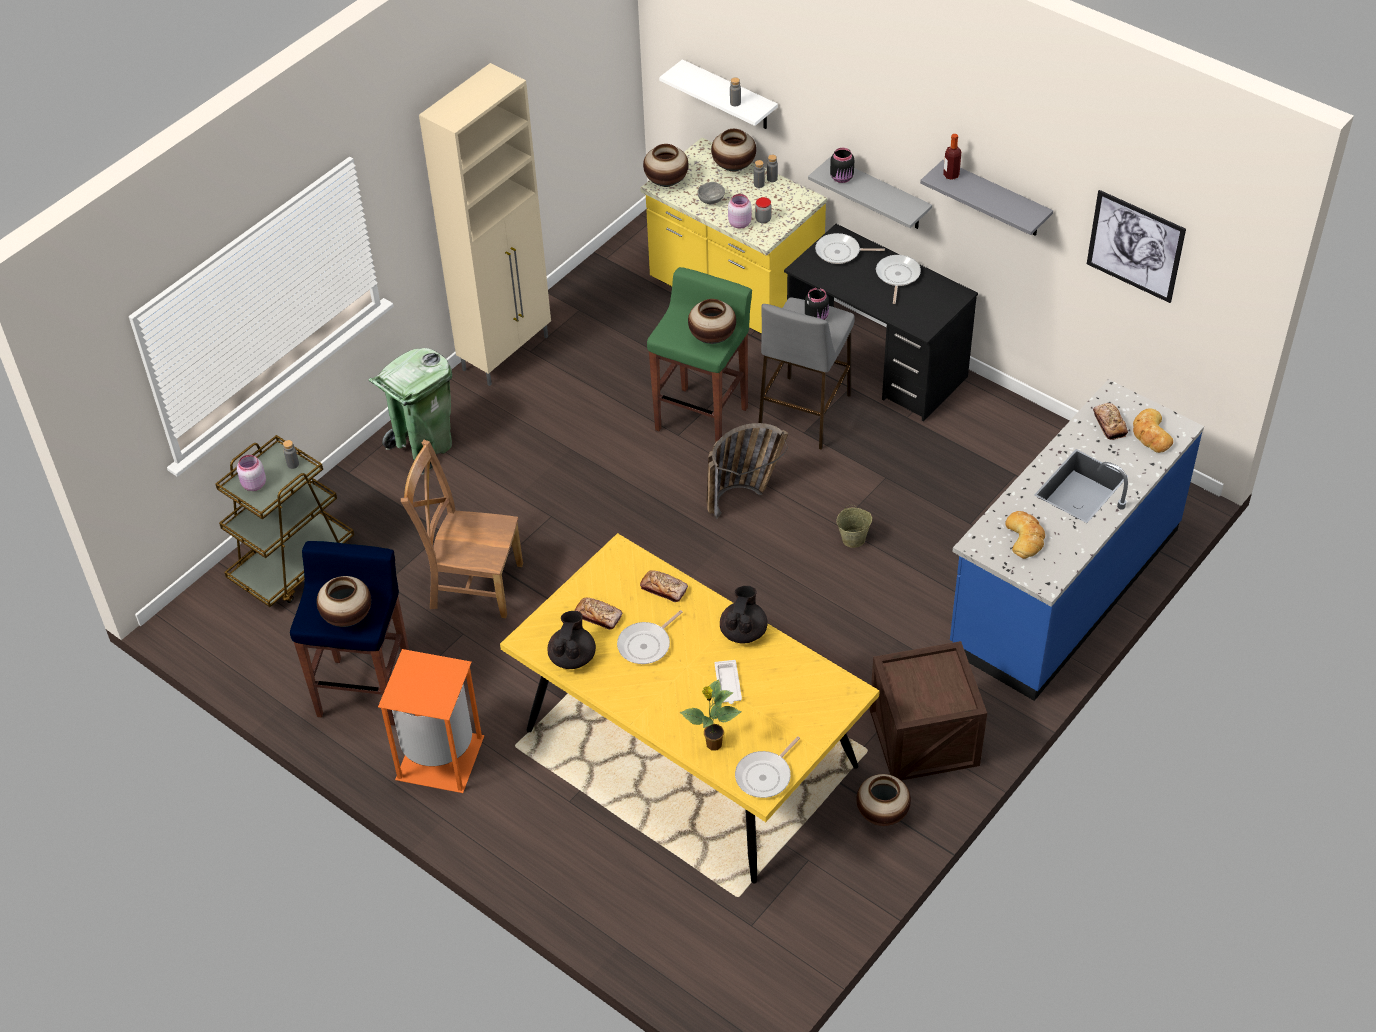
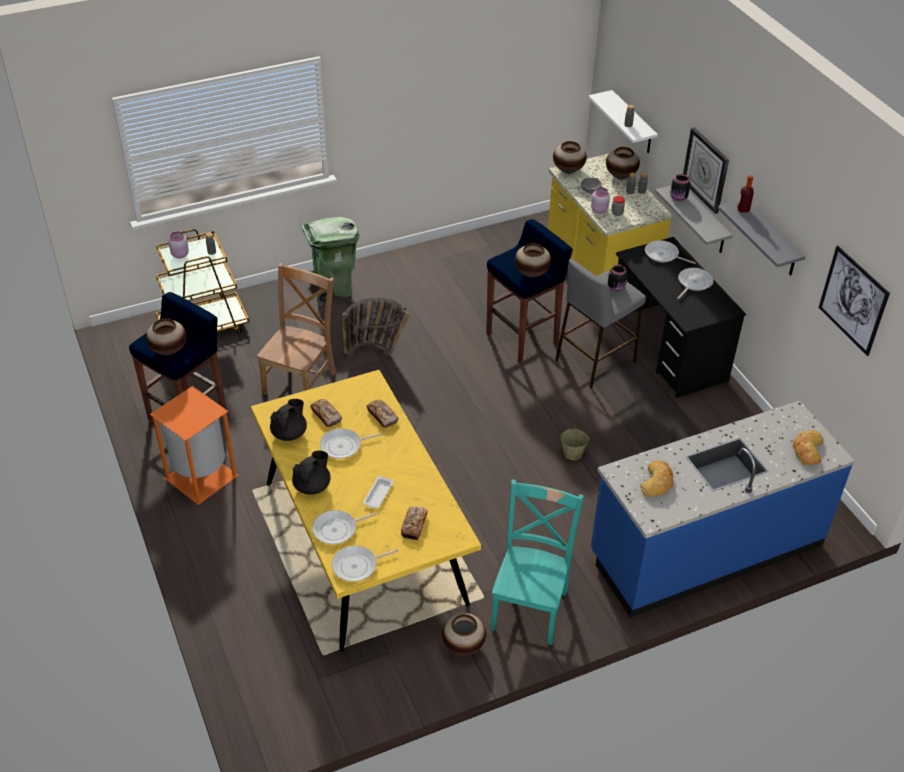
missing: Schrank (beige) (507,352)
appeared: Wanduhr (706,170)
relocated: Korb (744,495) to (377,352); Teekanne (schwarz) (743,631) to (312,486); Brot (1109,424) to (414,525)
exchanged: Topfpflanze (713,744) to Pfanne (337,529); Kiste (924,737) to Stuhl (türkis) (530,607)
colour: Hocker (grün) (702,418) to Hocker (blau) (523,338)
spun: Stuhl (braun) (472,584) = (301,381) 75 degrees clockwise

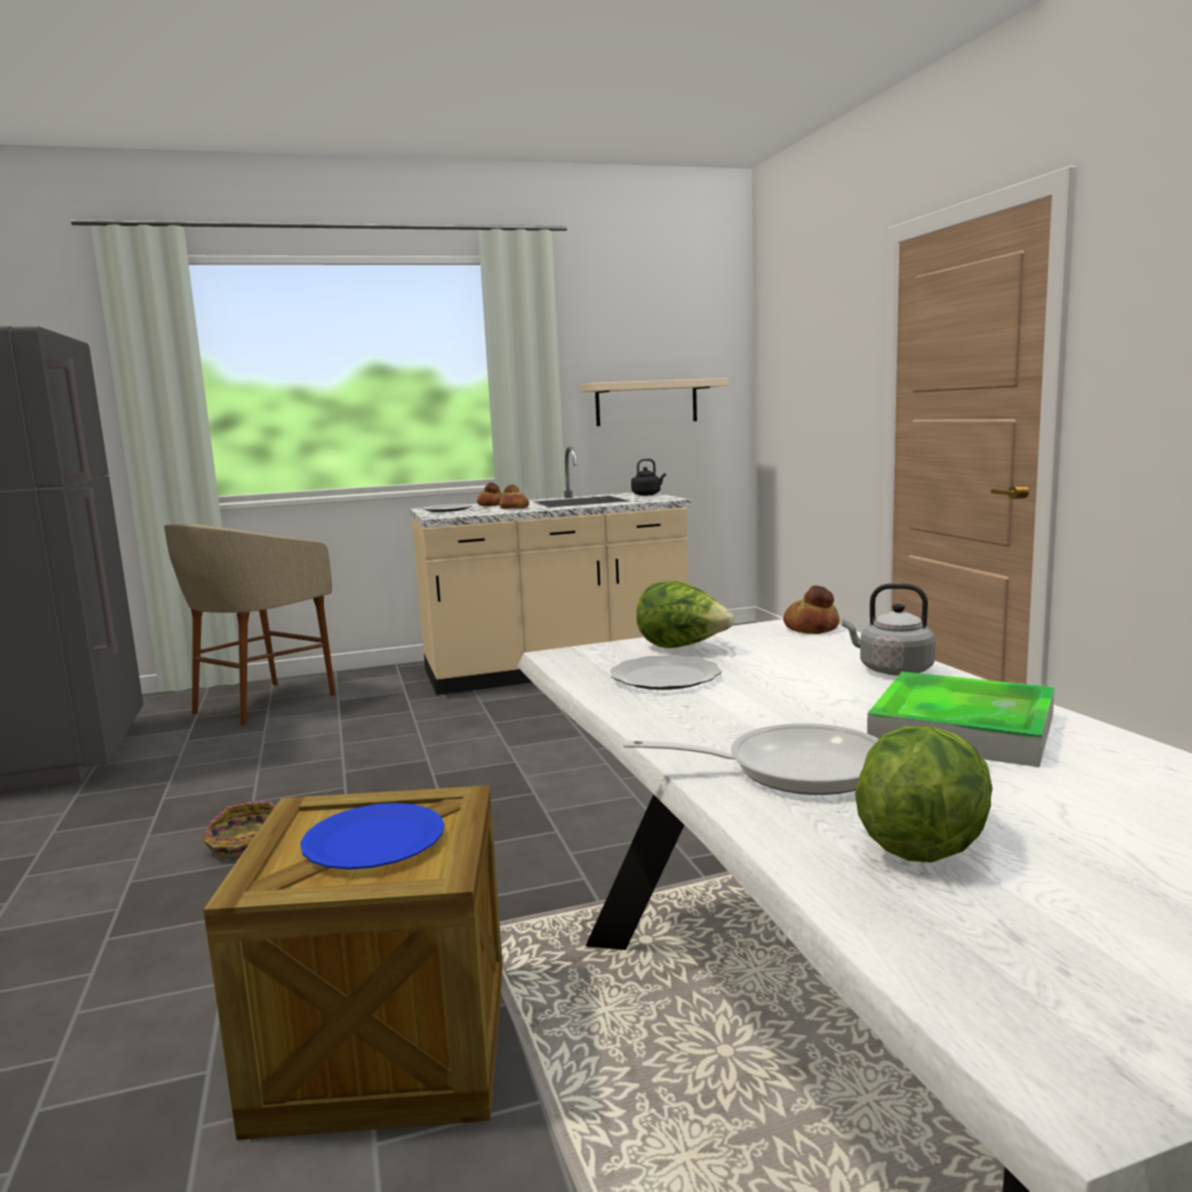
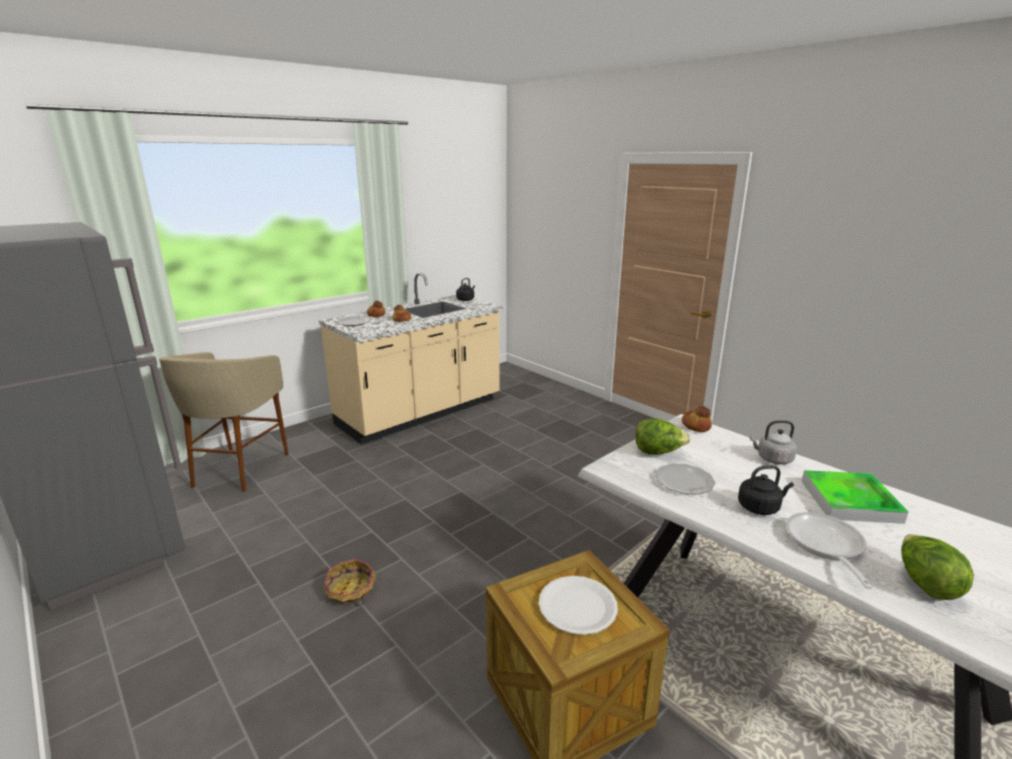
missing: Wandregal (beige) (646,403)
appeared: Wasserkessel (schwarz) (760,507)
colour: Teller (blau) (374,840) to Teller (weiß) (577,606)
spun: Pfanne (792,769) = (825,545) 60 degrees counterclockwise

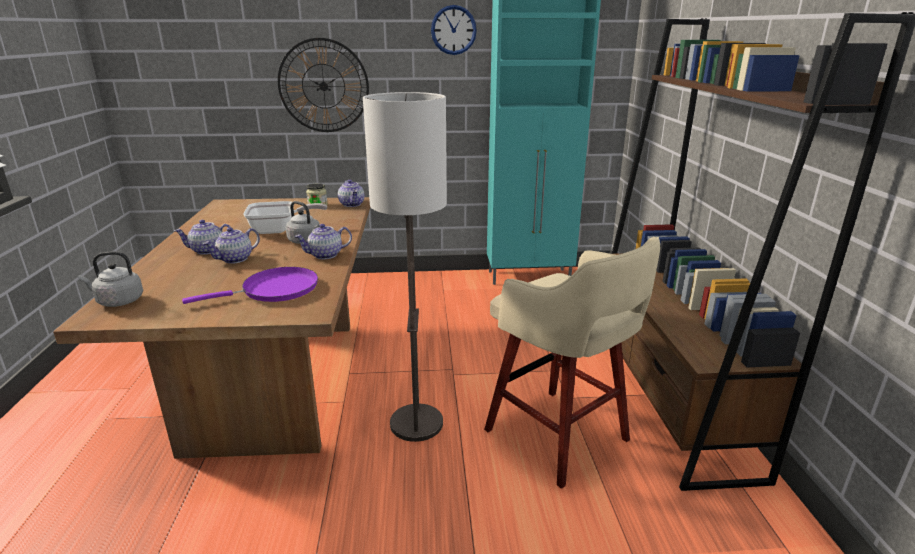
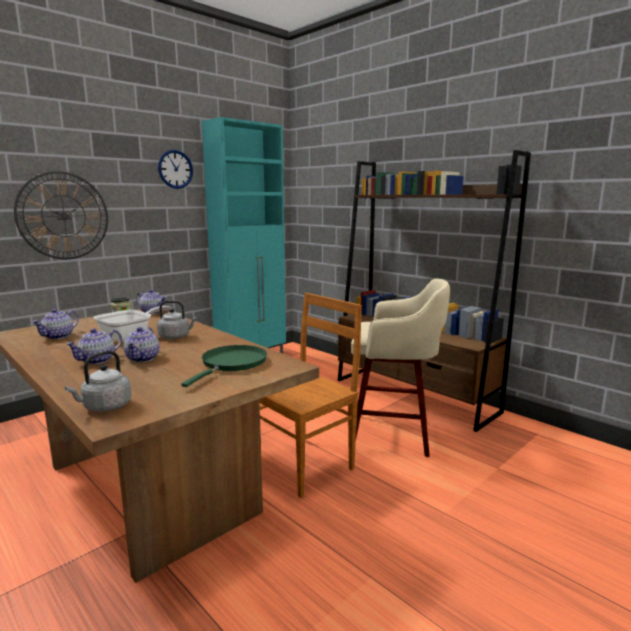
relocated: Teekanne (325,255) to (58,336)
exchanged: Stehlampe (417,424) to Stuhl (braun) (304,465)
colour: Pfanne (lila) (275,290) to Pfanne (grün) (232,364)

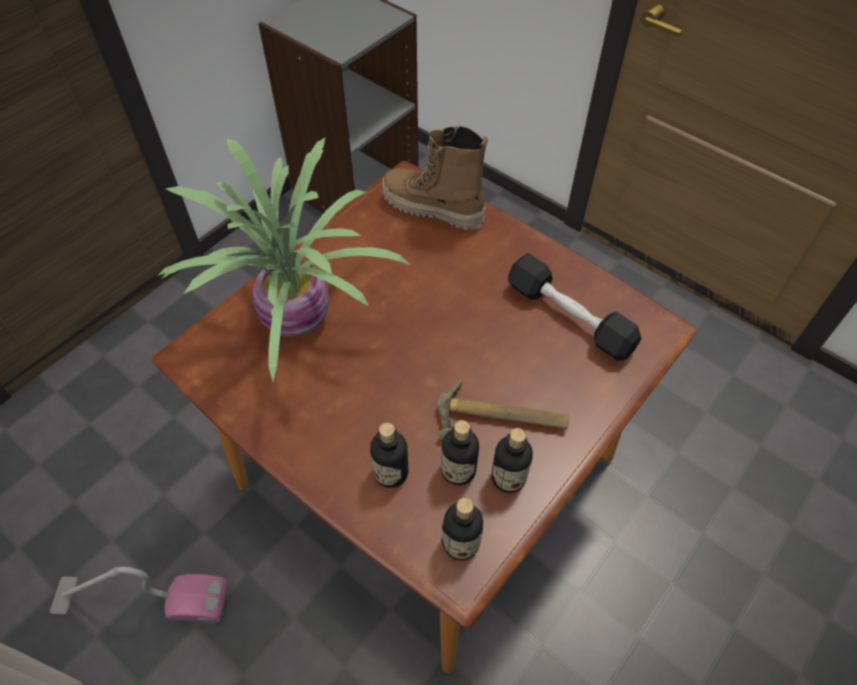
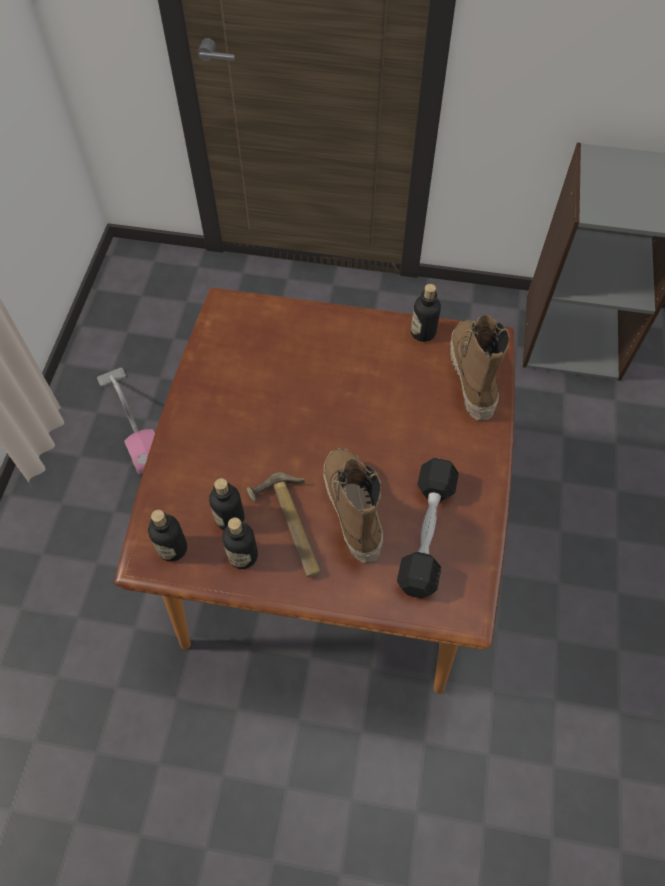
missing: Topfpflanze (294,320)
appeared: Stiefel (352,510)
relocated: Flasche (391,472) to (423,332)

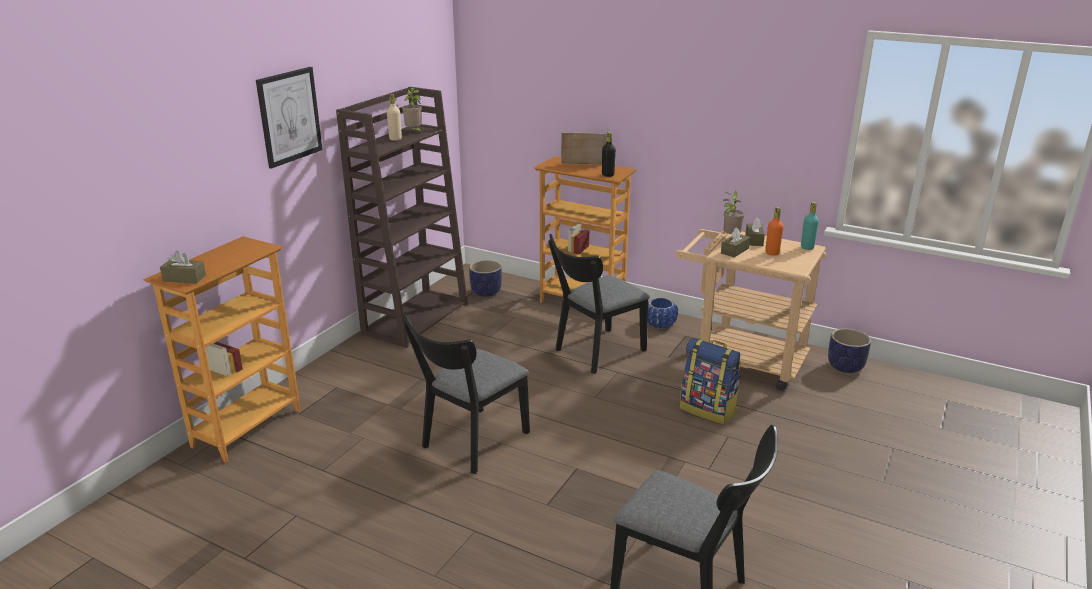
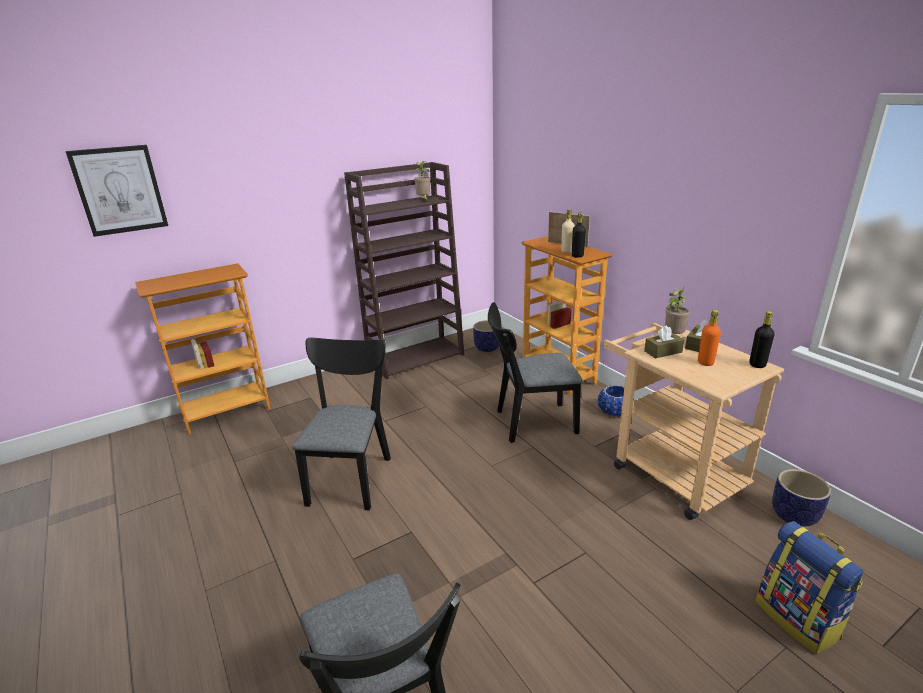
missing: Taschentuchbox (braun) (184,278)
relocated: Bild (289,116) to (119,190); Flasche (beige) (395,139) to (566,251); Rucksack (708,410) to (798,619)
colour: Flasche (türkis) (807,247) to Flasche (schwarz) (757,364)
spun: Stuhl (schwarz) (470,443) = (352,475) 120 degrees clockwise

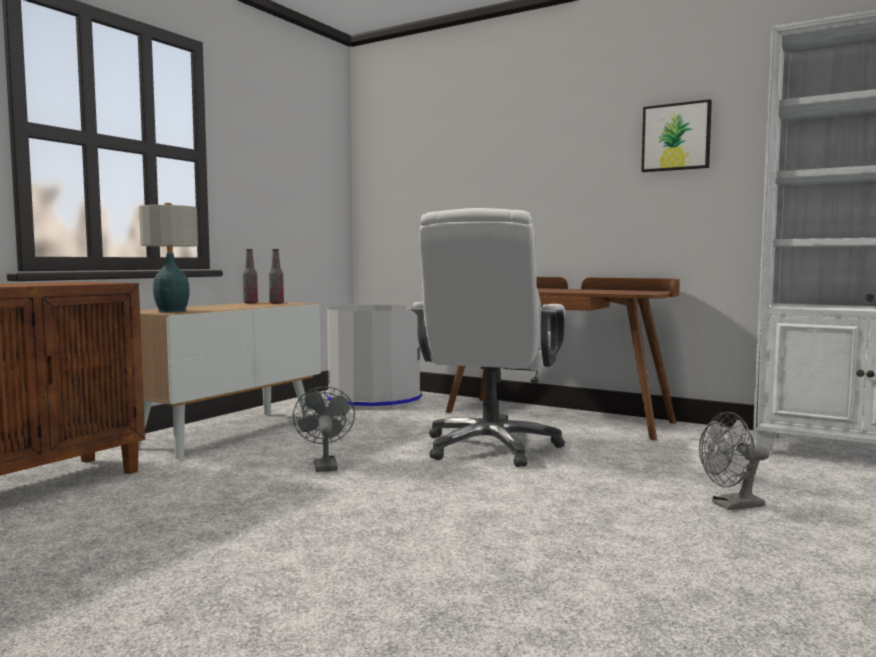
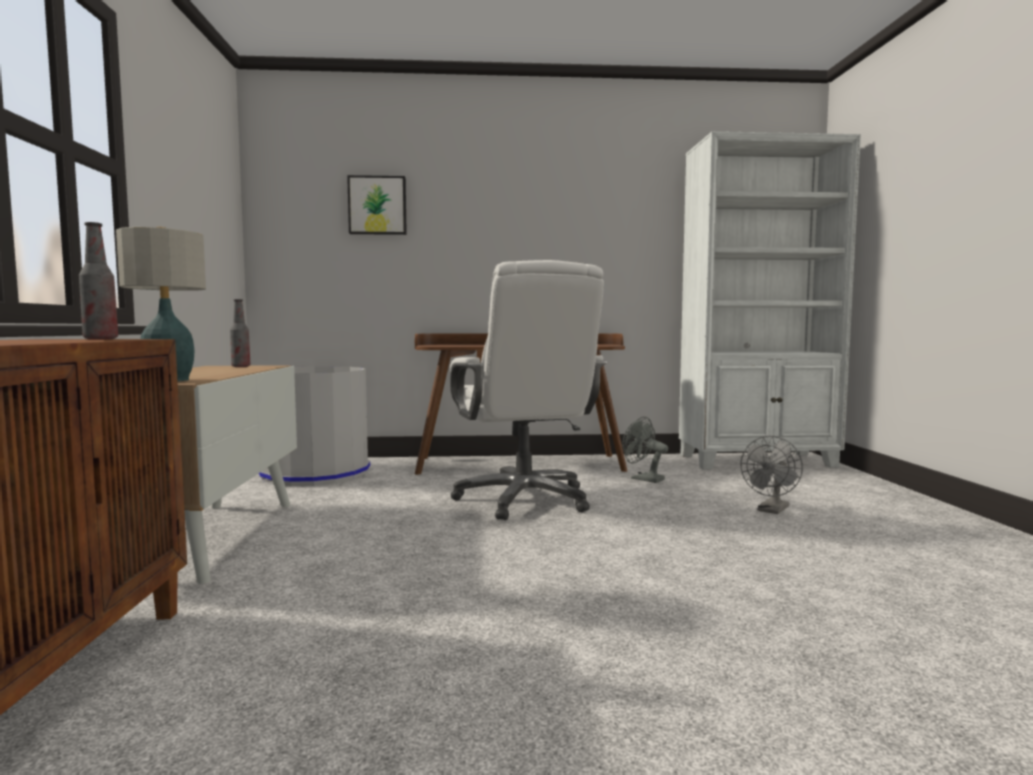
relocated: Flasche (250,303) to (100,339); Ventilator (grau) (324,465) to (643,479); Bild (676,137) to (377,205)

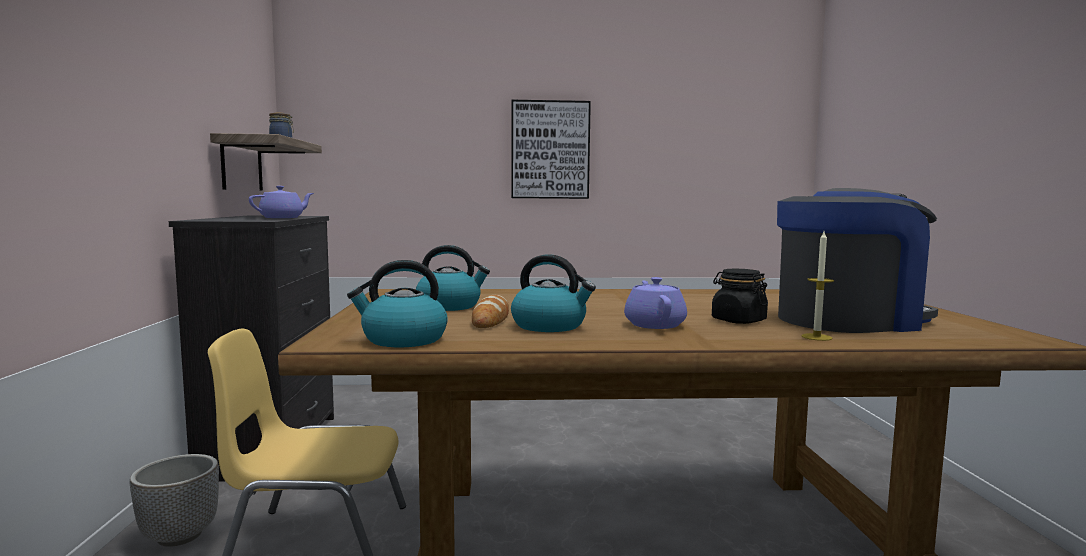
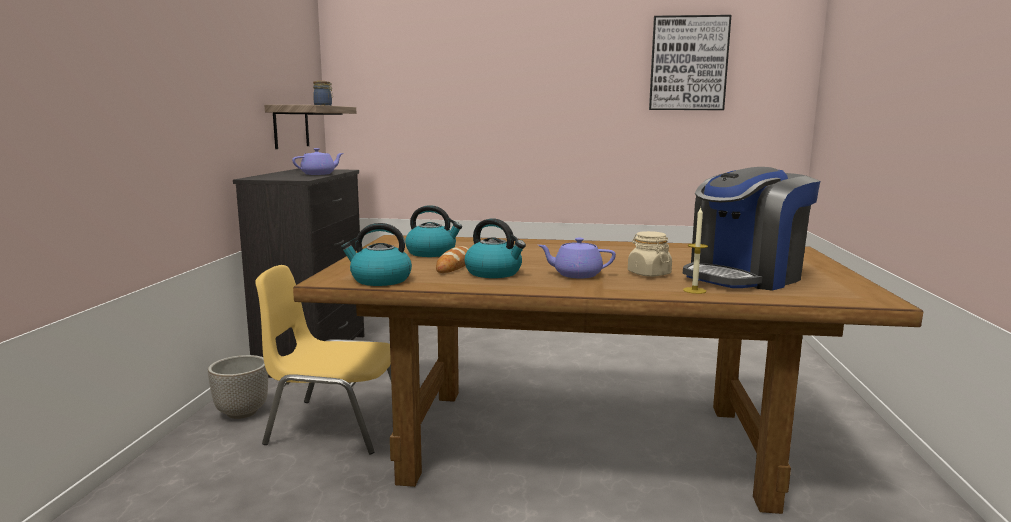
relocated: Bild (550,150) to (688,63)
colour: Vorratsglas (schwarz) (738,321) to Vorratsglas (beige) (648,274)
spun: Teekanne (lila) (654,325) = (576,275) 90 degrees counterclockwise; Kaffeemaschine (849,320) = (744,277) 150 degrees clockwise

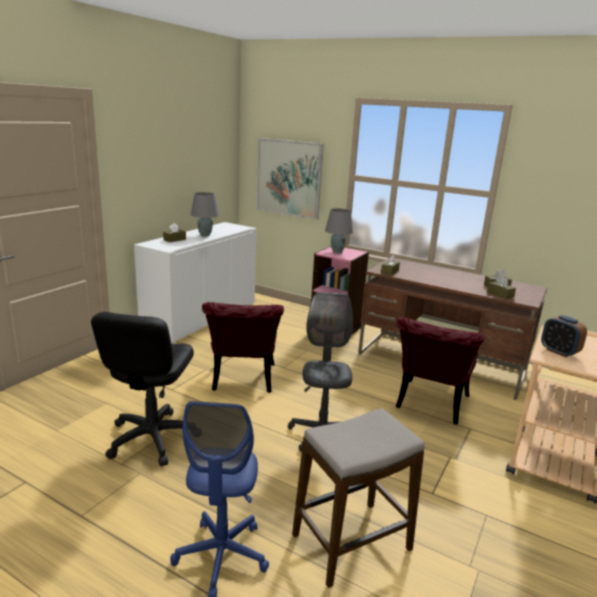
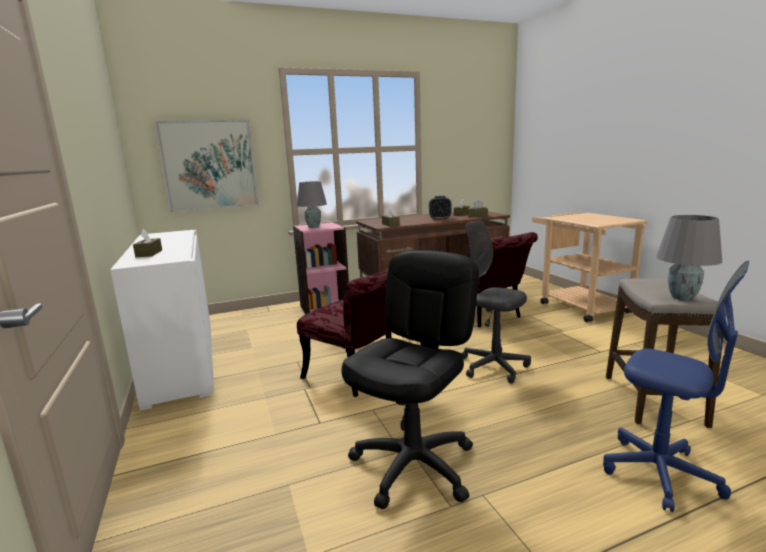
relocated: Tischlampe (grau) (204,235) to (682,298); Wecker (559,352) to (440,219)
spun: Bürostuhl (schwarz) (152,438) = (414,465) 105 degrees counterclockwise

